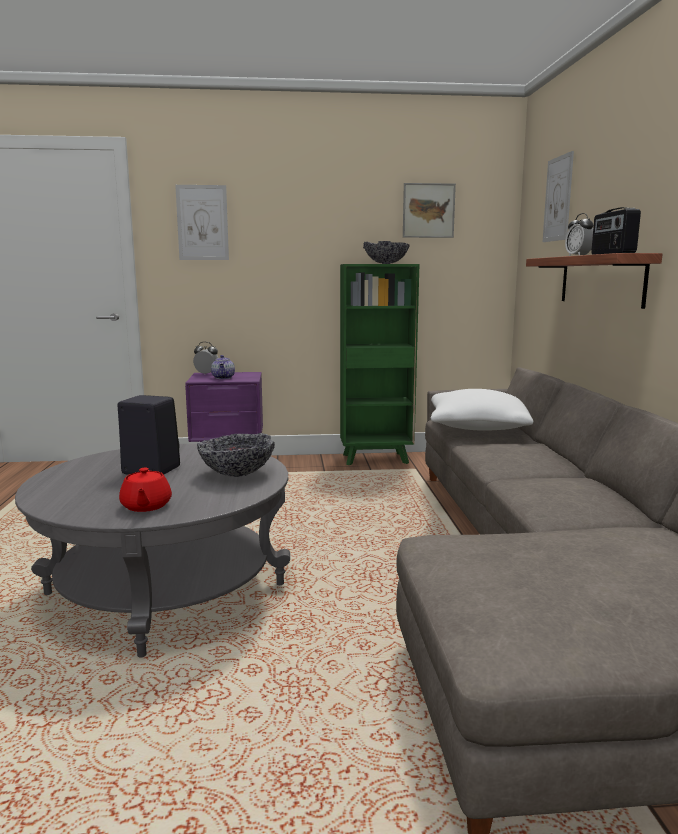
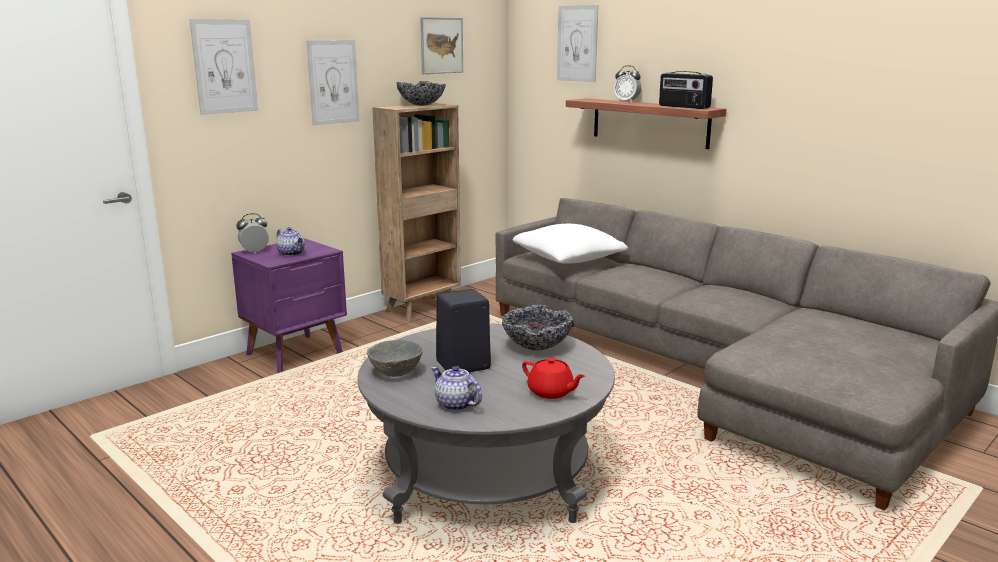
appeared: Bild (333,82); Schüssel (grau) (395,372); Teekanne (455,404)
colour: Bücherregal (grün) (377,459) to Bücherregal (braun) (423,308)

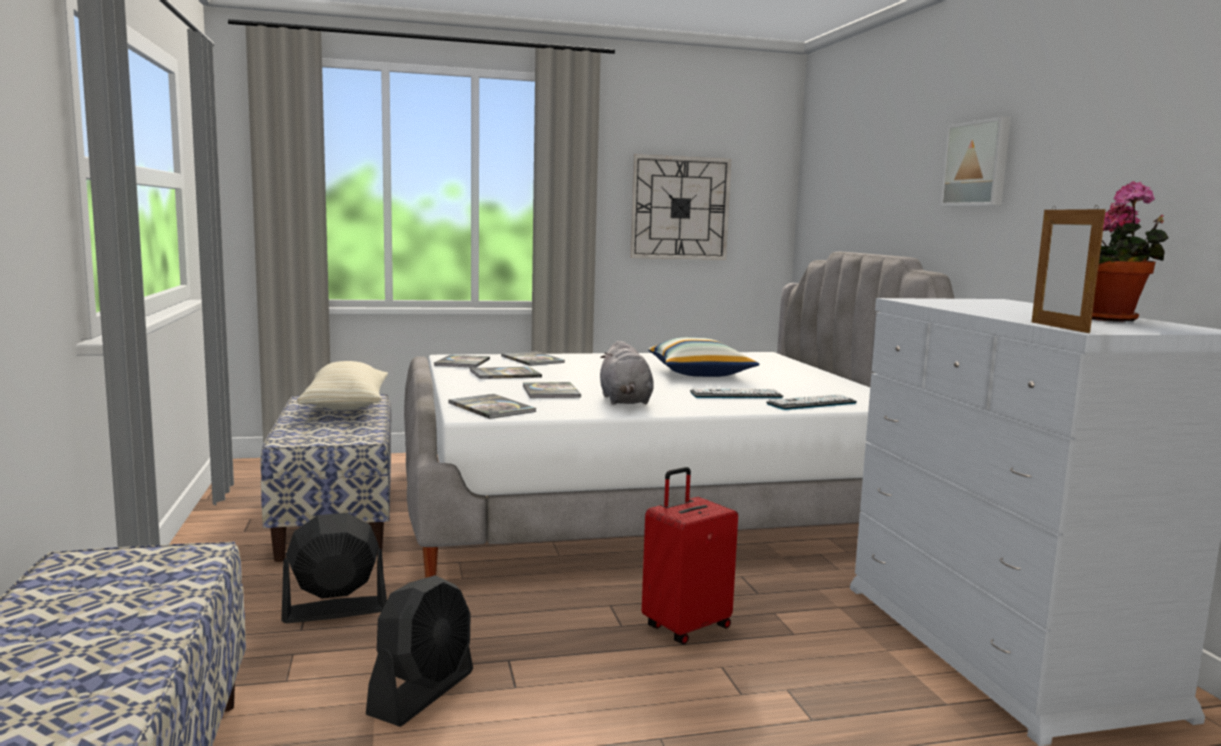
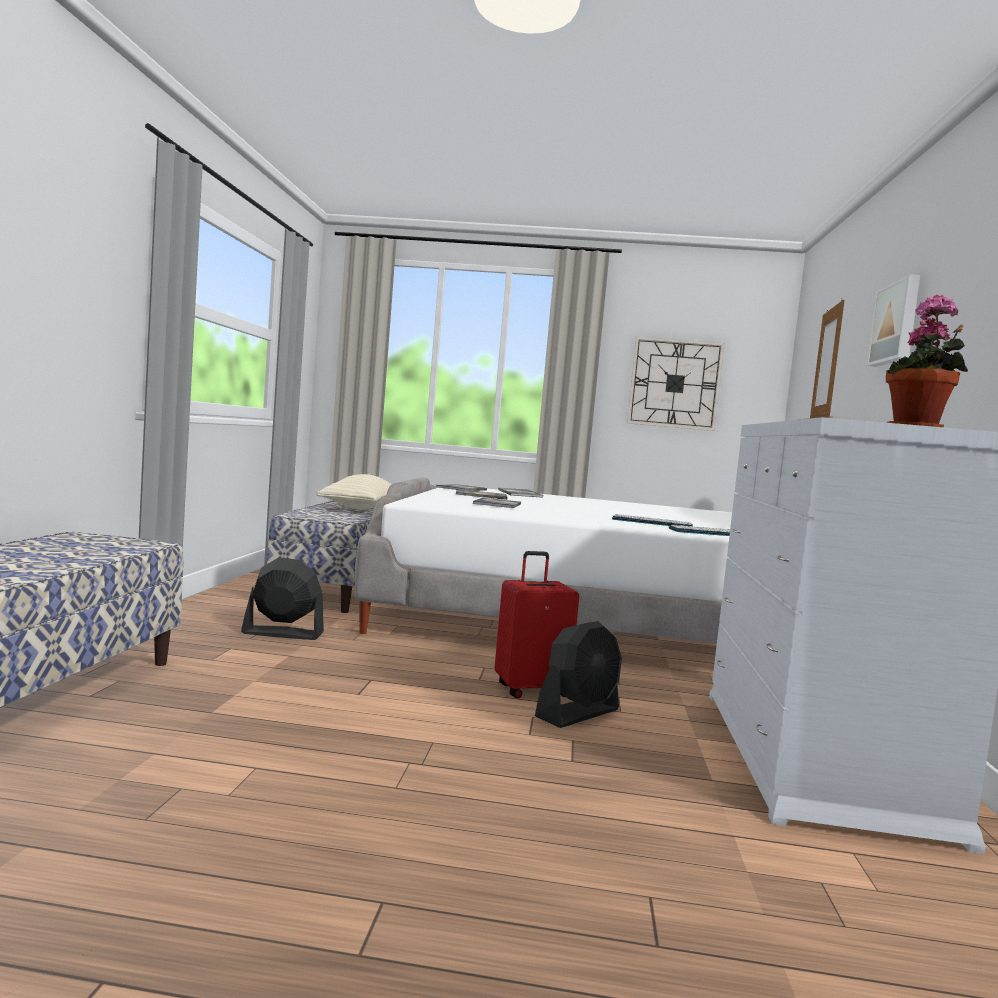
missing: Buch (491,408); Plüschtier (grau) (625,401); Kissen (700,373)
relocated: Ventilator (schwarz) (422,693) to (578,713)

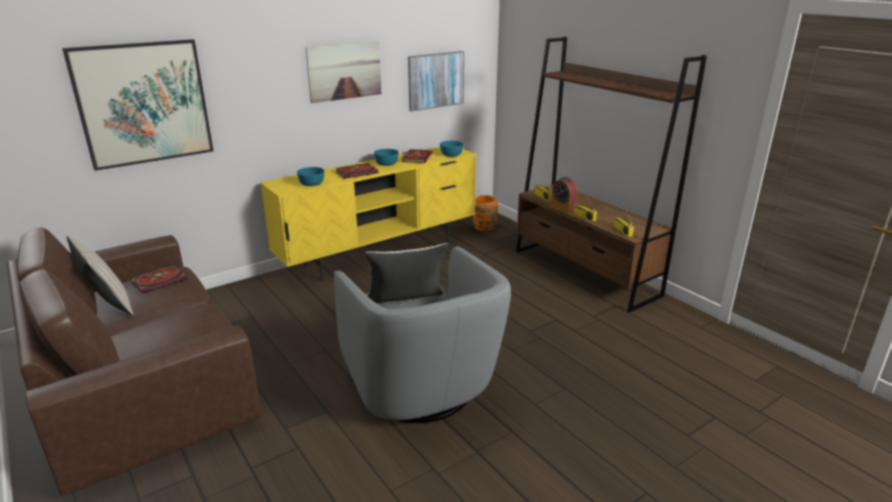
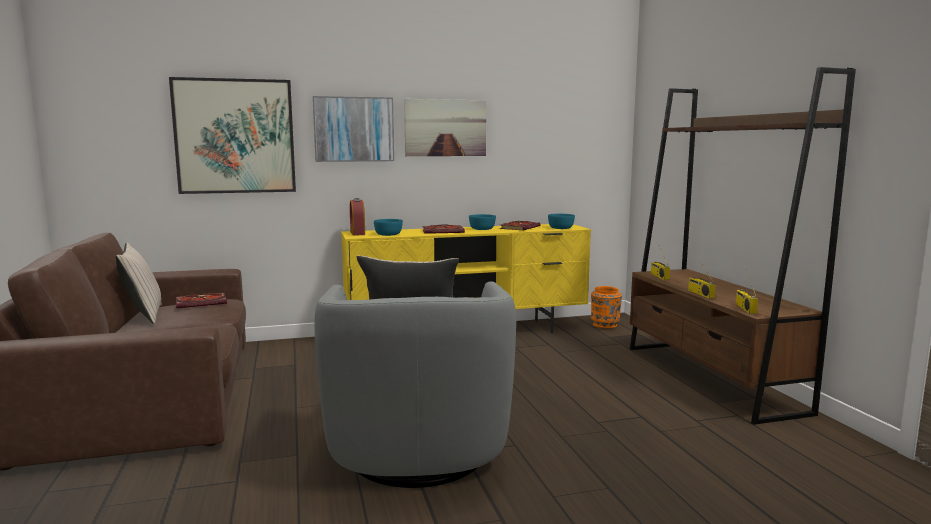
relocated: Bild (435,80) to (354,129); Wecker (563,207) to (357,233)

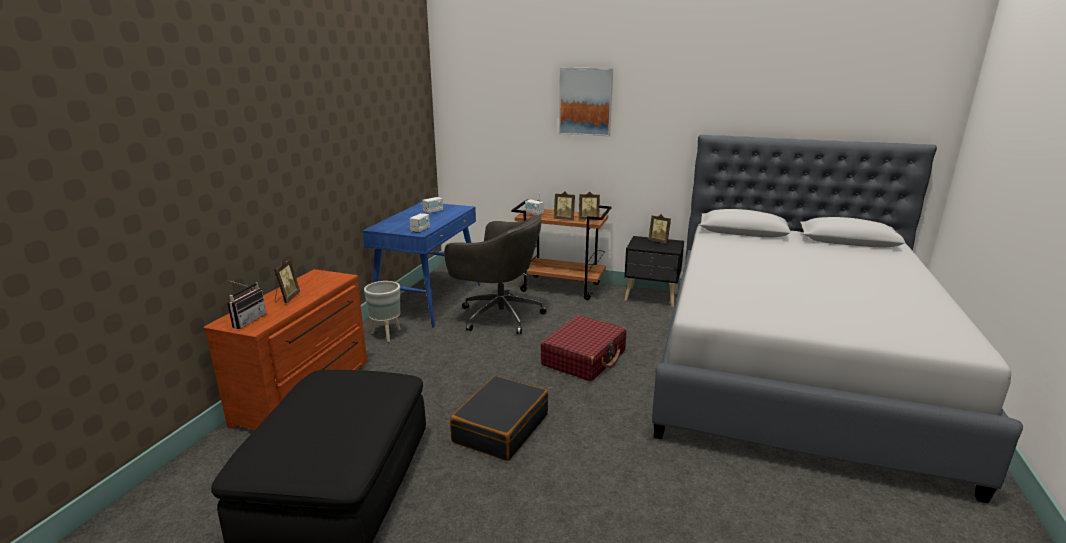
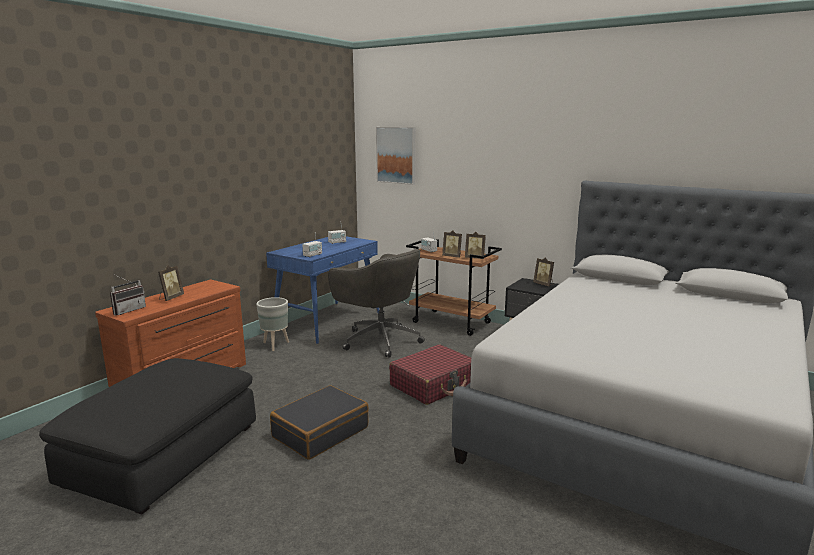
relocated: Bild (585,101) to (396,155)

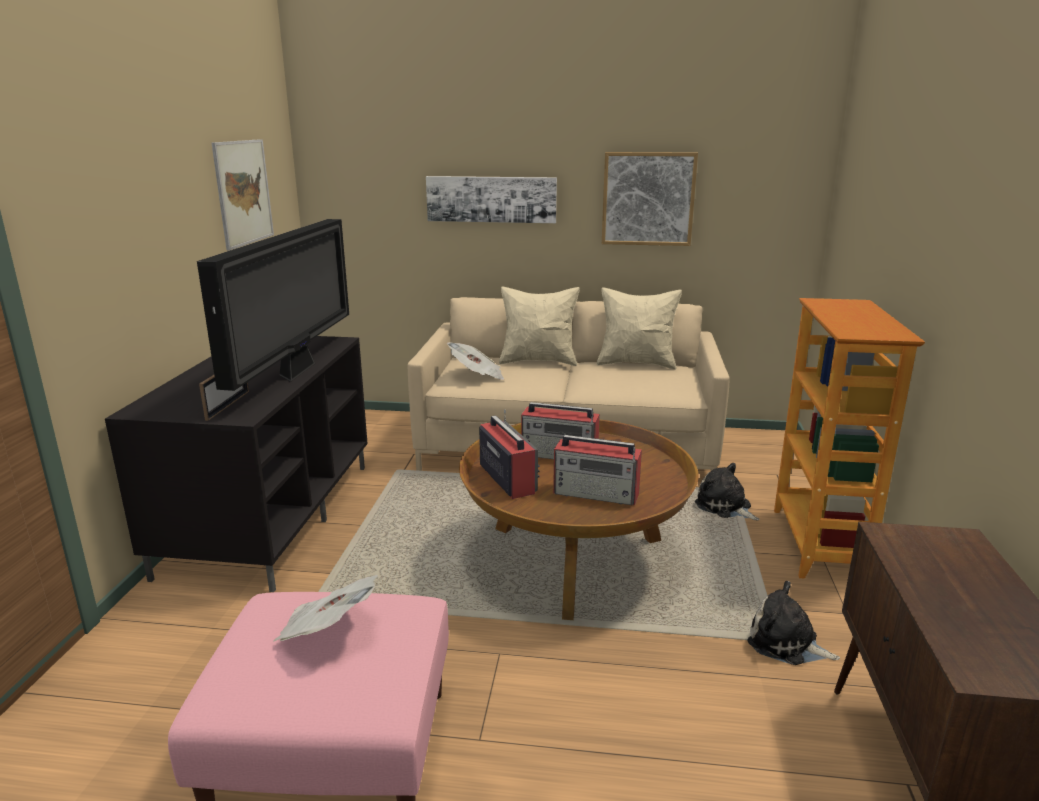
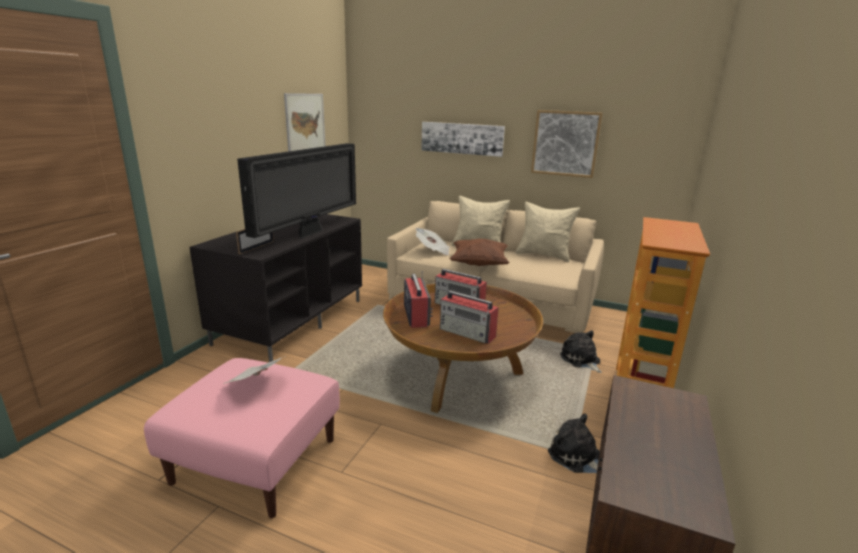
appeared: Kissen (braun) (479,264)

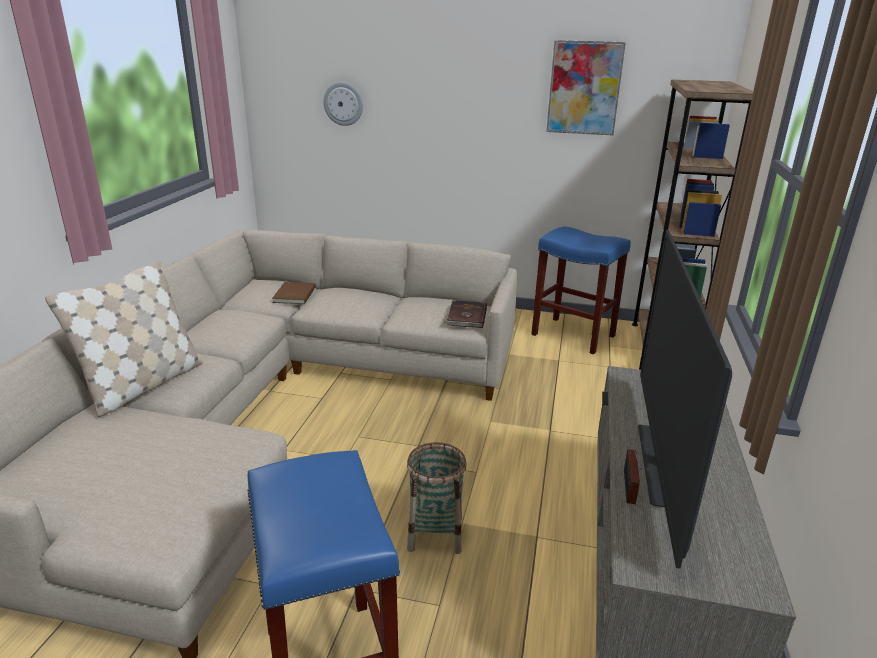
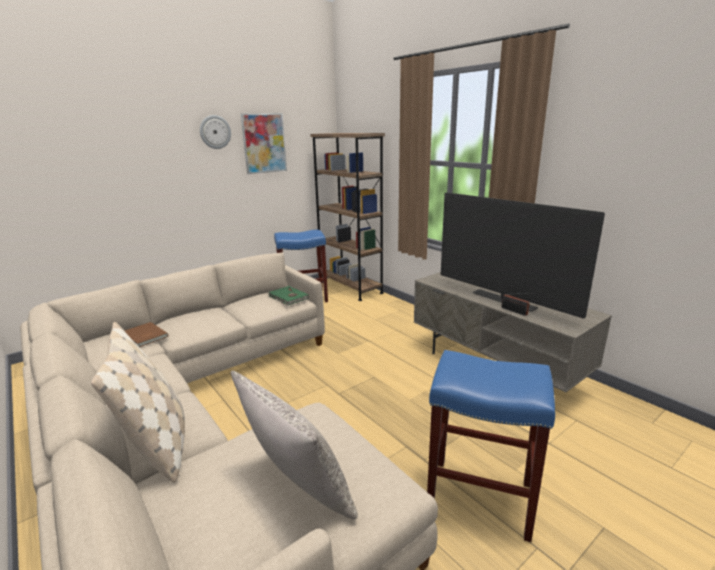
missing: Korb (435,533)
appeared: Kissen (grau) (297,488)
relocated: Wanduhr (343,103) to (215,132)
colour: Buch (braun) (466,316) to Buch (grün) (288,297)

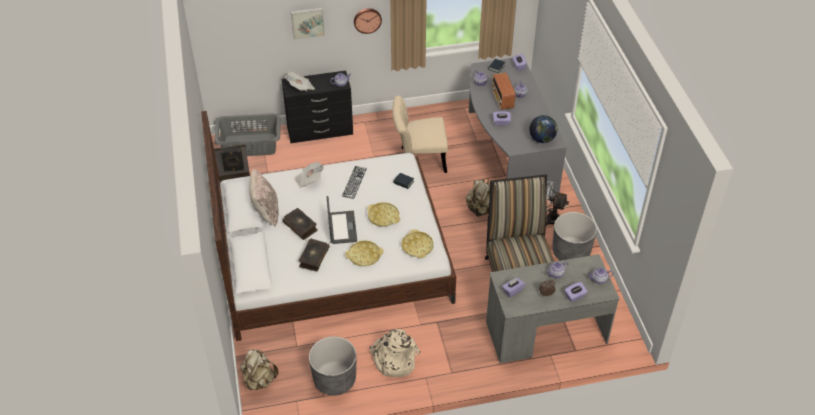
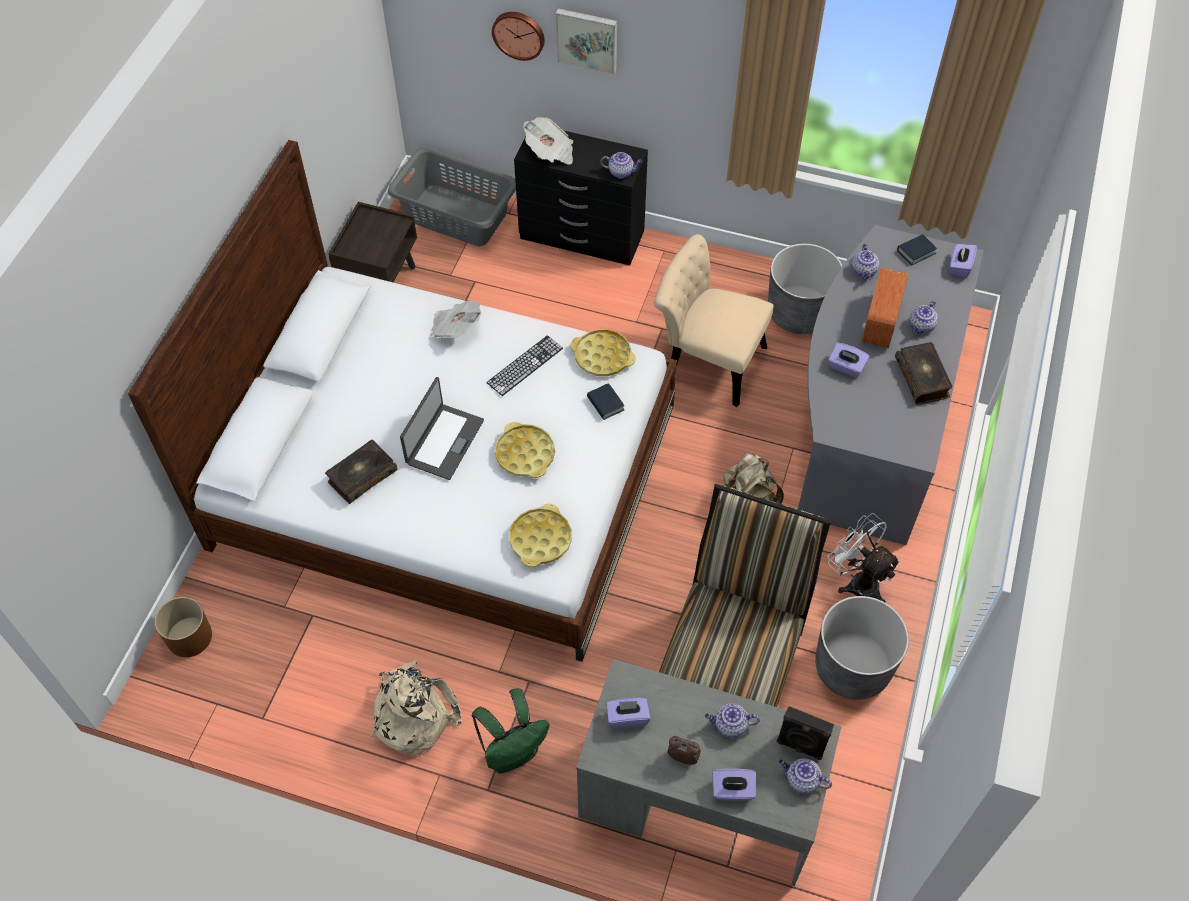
missing: Kissen (beige) (265,211); Globus (542,139)
appeared: Rucksack (grün) (512,752)
relocated: Lautsprecher (schwarz) (234,169) to (800,747); Buch (300,227) to (922,378); Pflanzkübel (grau) (334,379) to (799,312); Tablett (gelb) (364,255) to (602,356); Wanduhr (367,20) to (519,34)
exchanged: Rucksack (beige) (259,380) to Pflanzkübel (braun) (189,637)

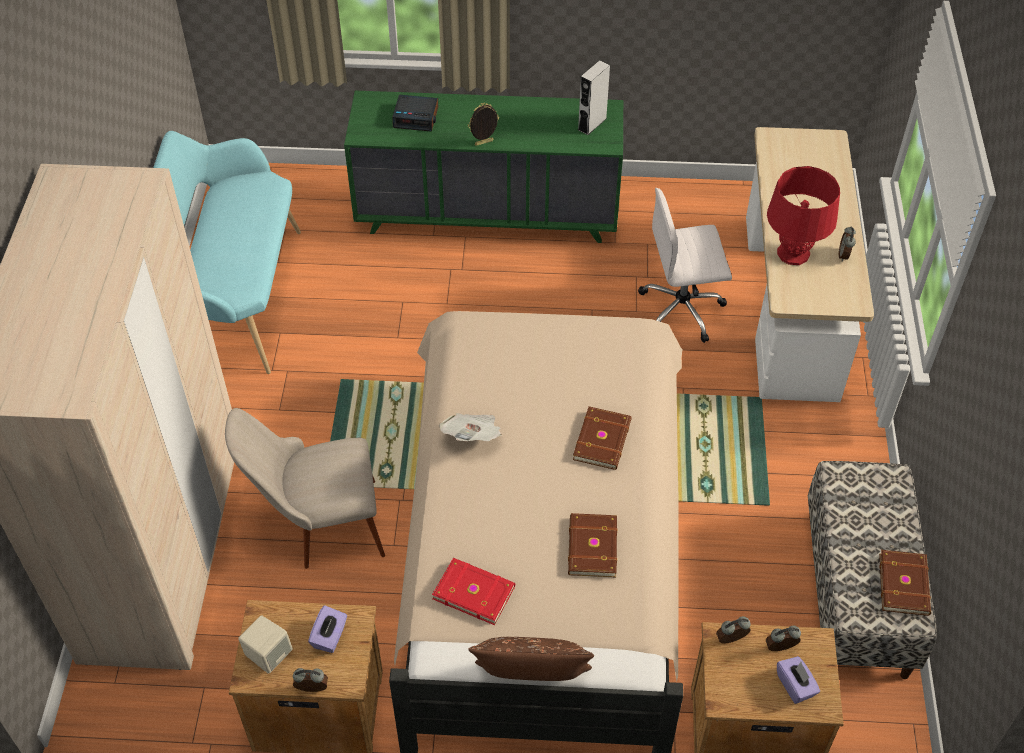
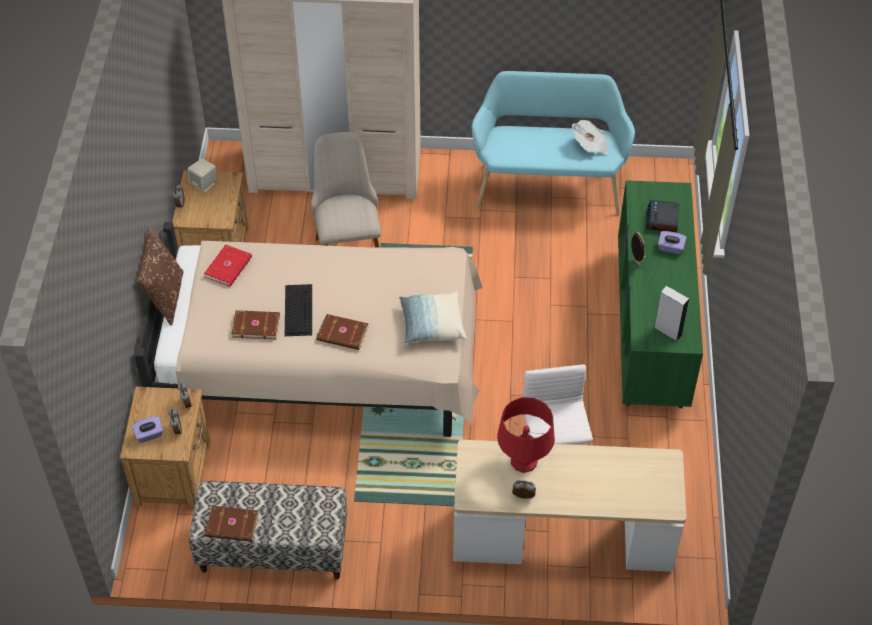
appeared: Tastatur (298,309); Kissen (432,325)
relocated: Taschentuchbox (lila) (330,637) to (670,248); Zeitung (473,436) to (590,146)

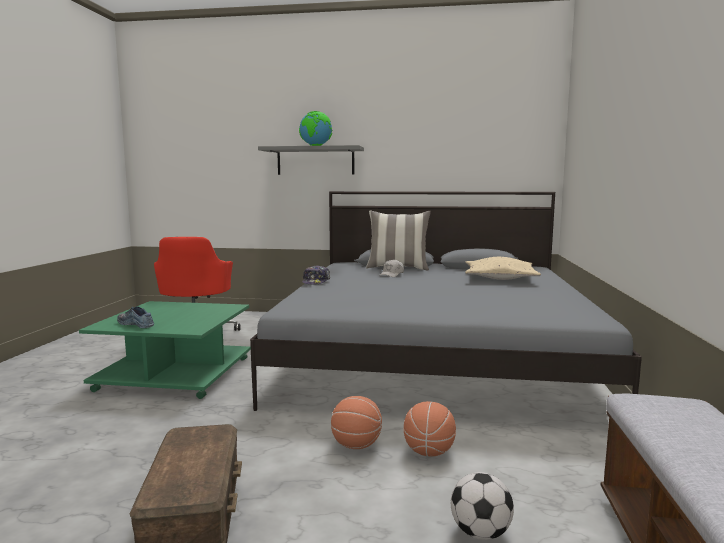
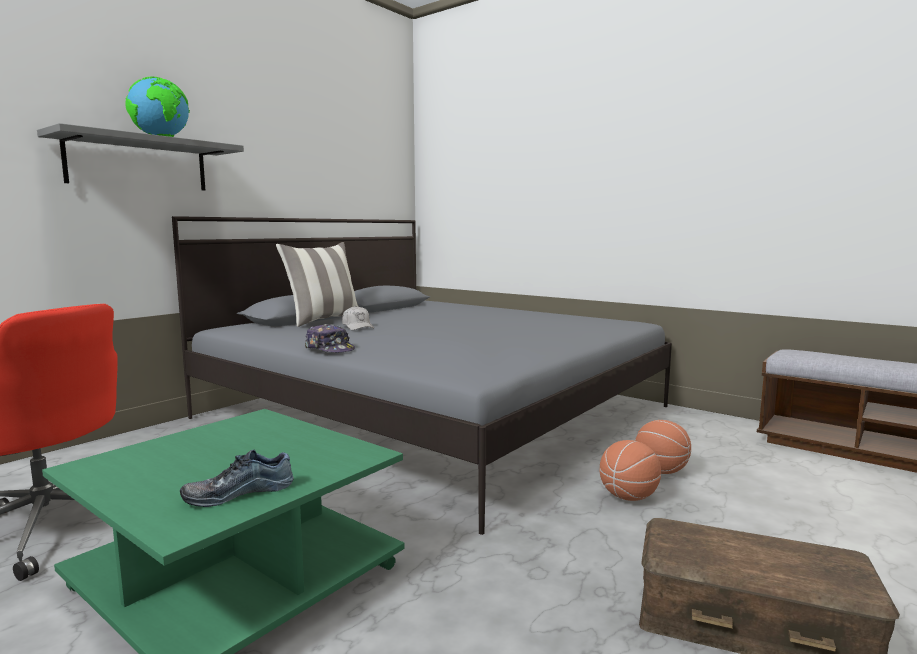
missing: Fußball (480,533); Kissen (beige) (499,278)

